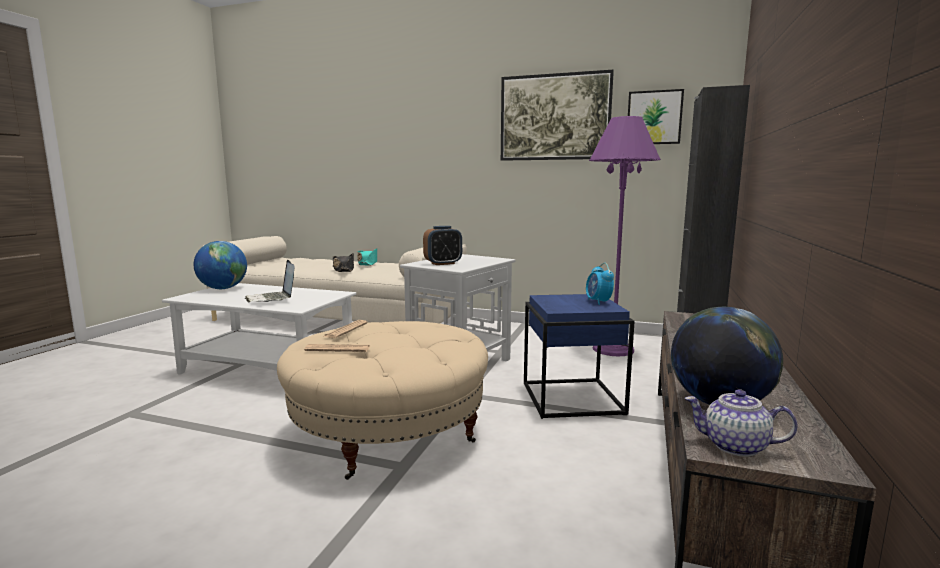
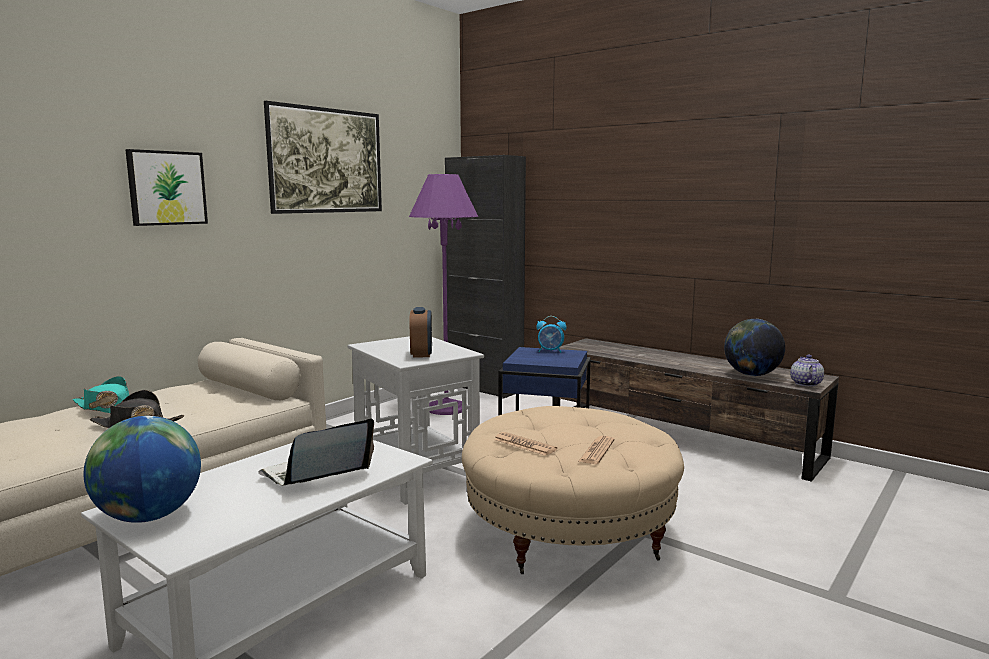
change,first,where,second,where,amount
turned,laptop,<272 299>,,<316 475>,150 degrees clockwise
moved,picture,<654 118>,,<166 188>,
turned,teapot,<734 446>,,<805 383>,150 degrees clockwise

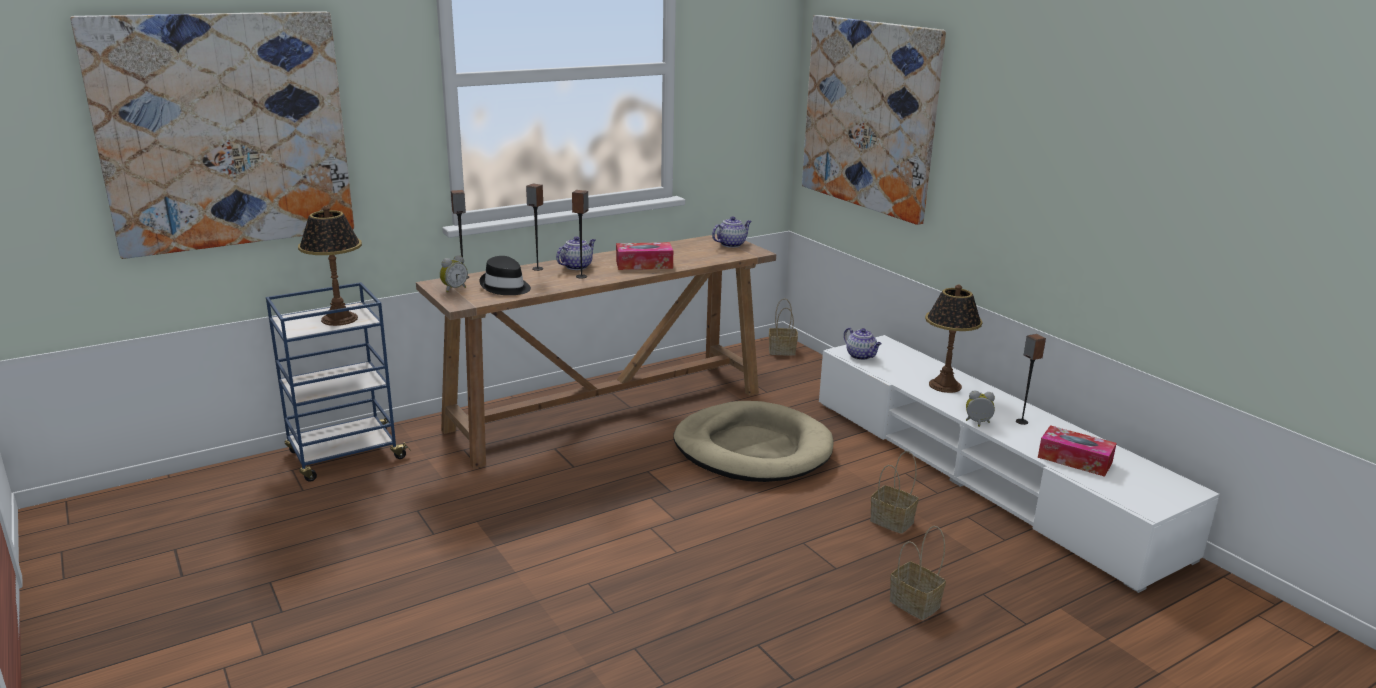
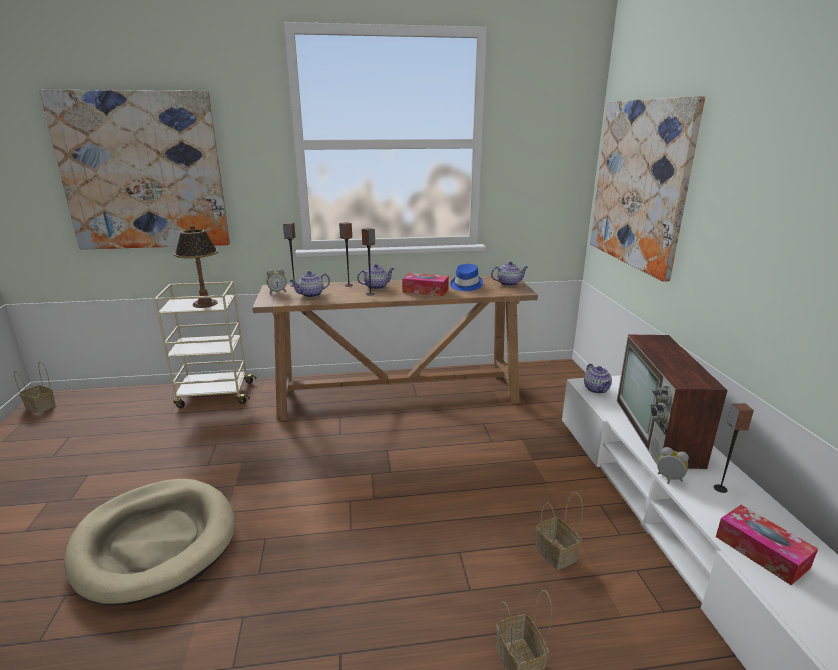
change,first,where,second,where,amount
recoloured,cart (blue),<344 456>,cart (beige),<214 395>,
replaced,hat (black),<505 287>,teapot,<311 295>,
moved,dog bed (beige),<752 449>,,<155 542>,
moved,basket,<783 351>,,<41 407>,
replaced,table lamp,<945 386>,television,<658 432>,
added,,,hat (blue),<465 285>,

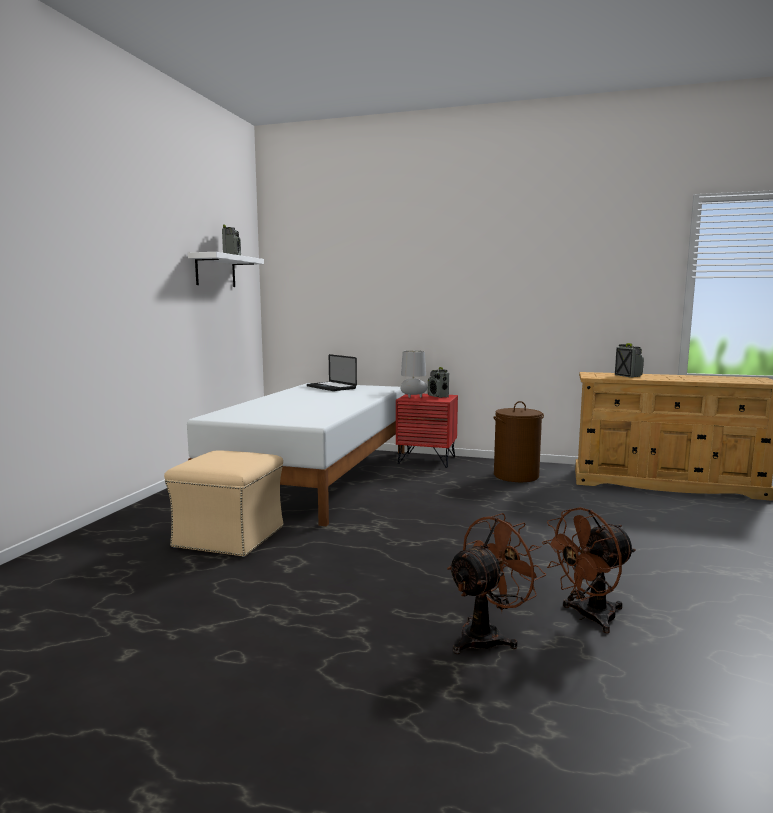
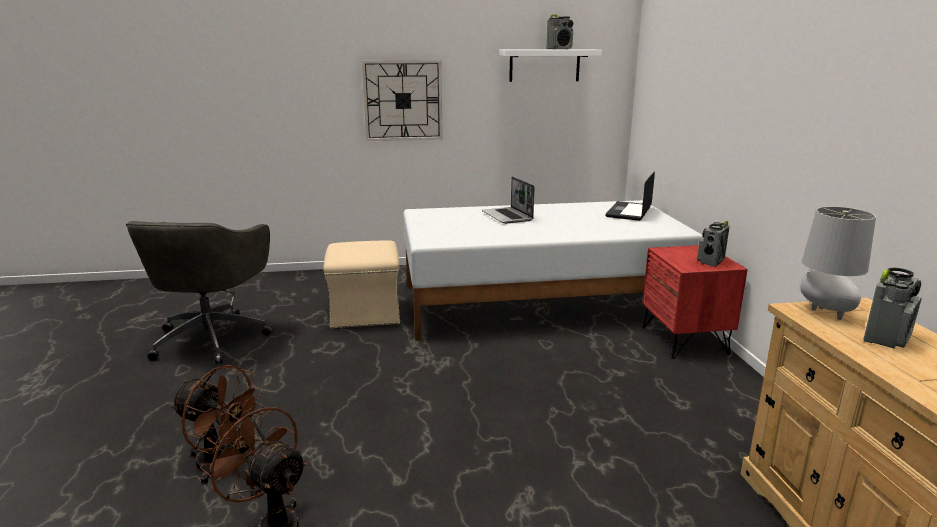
change,first,where,second,where,amount
moved,table lamp (grey),<413 397>,,<823 312>,
removed,laundry basket (brown),<516 476>,,,
added,,,office chair (grey),<212 337>,
added,,,wall clock,<403 100>,
added,,,laptop,<508 216>,

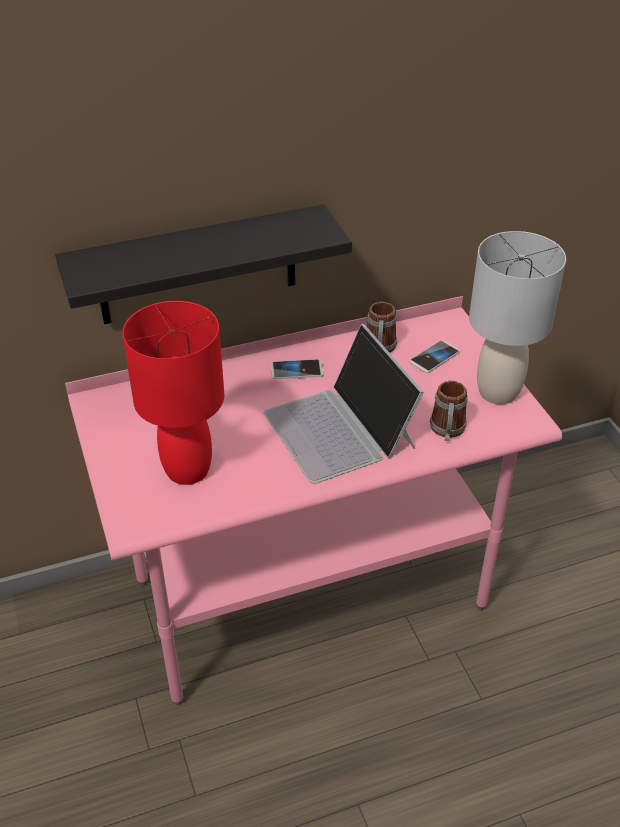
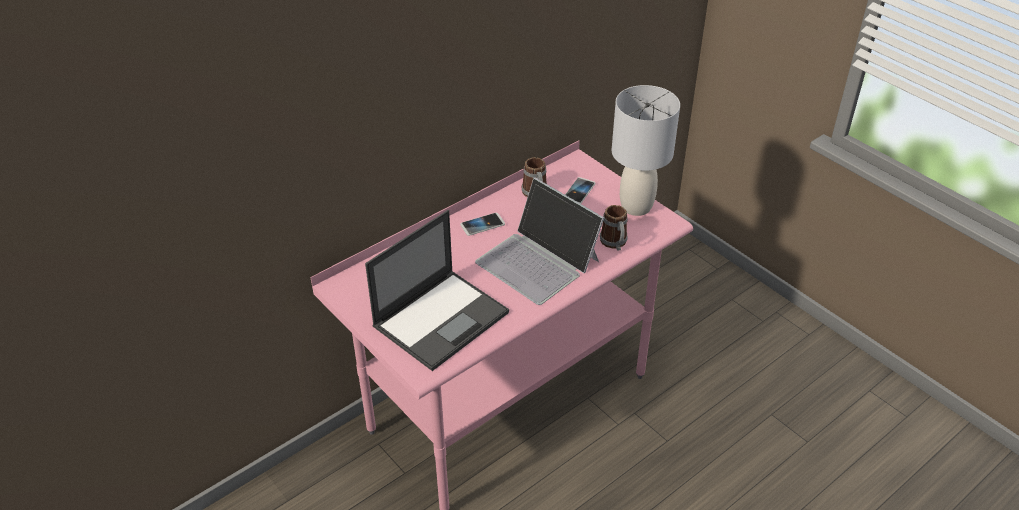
change,first,where,second,where,amount
removed,shelf (black),<198 266>,,,
replaced,table lamp (red),<188 469>,laptop,<442 318>,

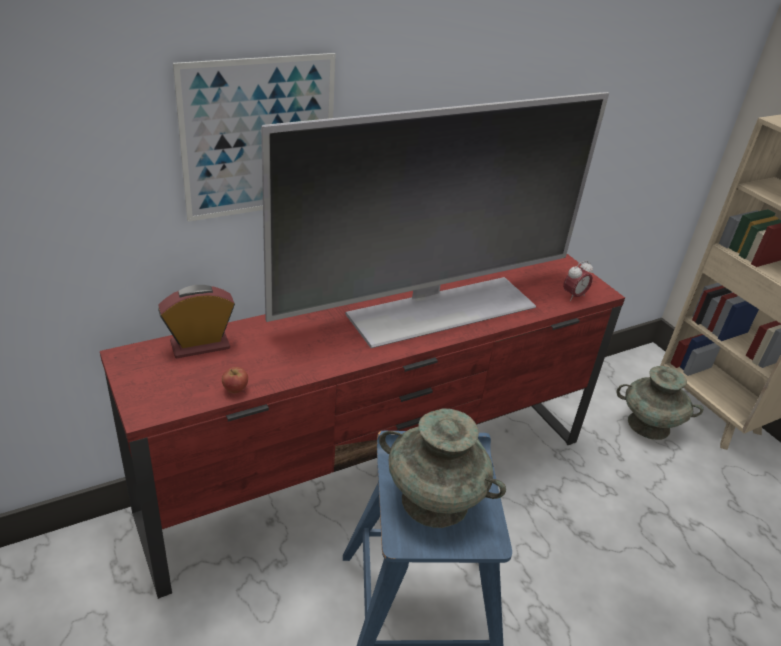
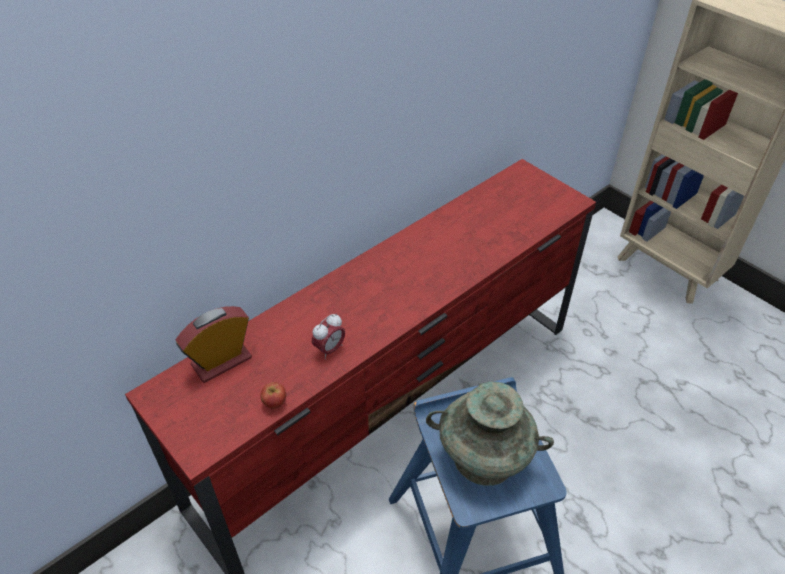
change,first,where,second,where,amount
removed,picture,<259 138>,,,
removed,television,<440 309>,,,
moved,alarm clock,<574 296>,,<329 349>,
removed,vase (turquoise),<649 425>,,,

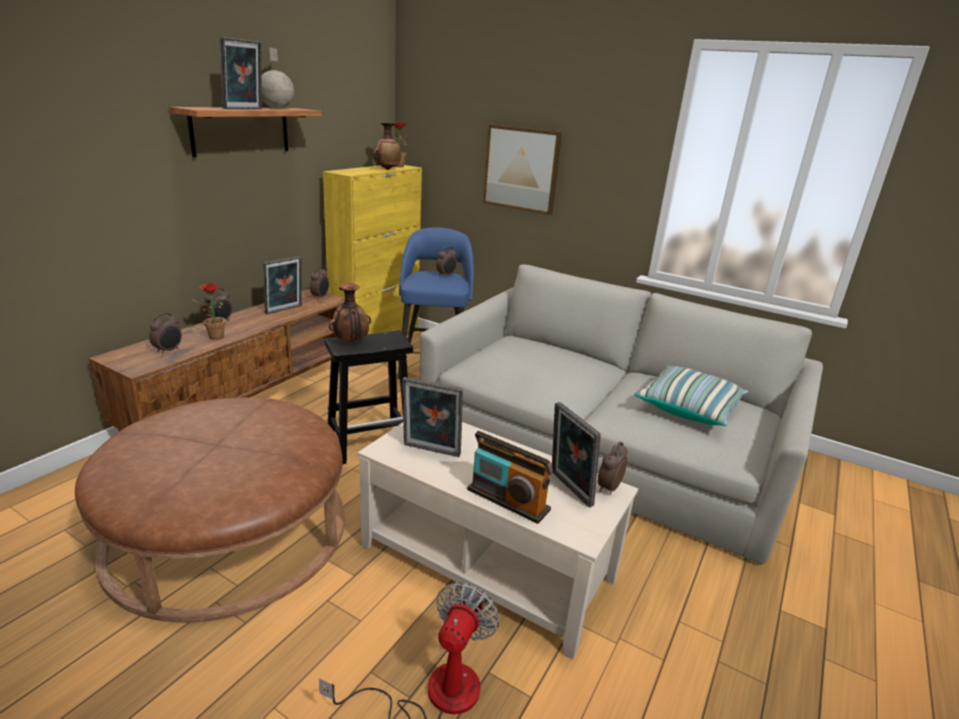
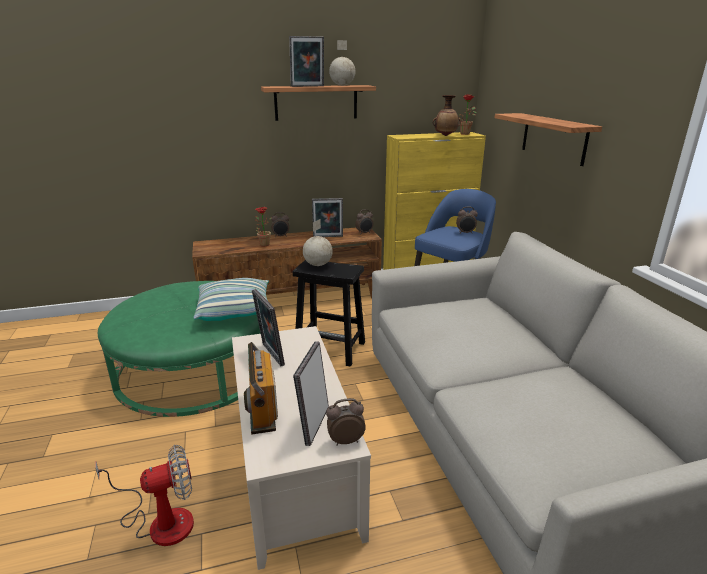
change,first,where,second,where,amount
recoloured,ottoman (brown),<228 529>,ottoman (green),<195 366>,
removed,alarm clock,<168 350>,,,
replaced,vase,<351 342>,globe,<317 265>,
replaced,picture,<521 169>,shelf,<553 138>,
moved,pillow,<688 407>,,<235 310>,

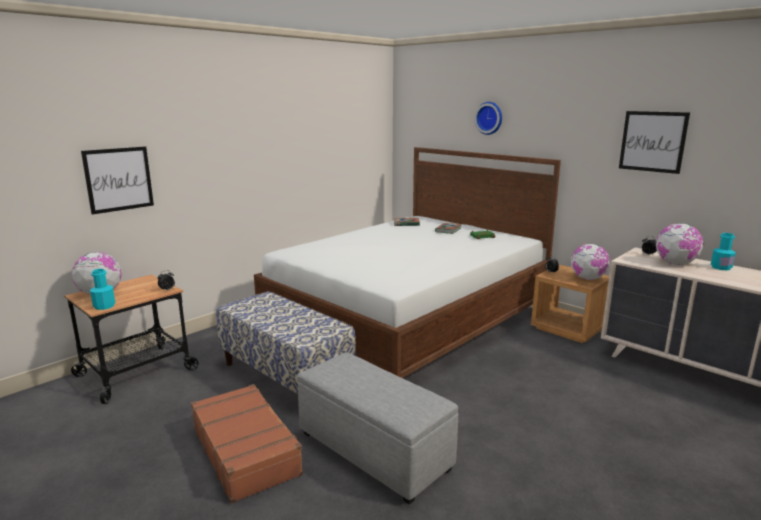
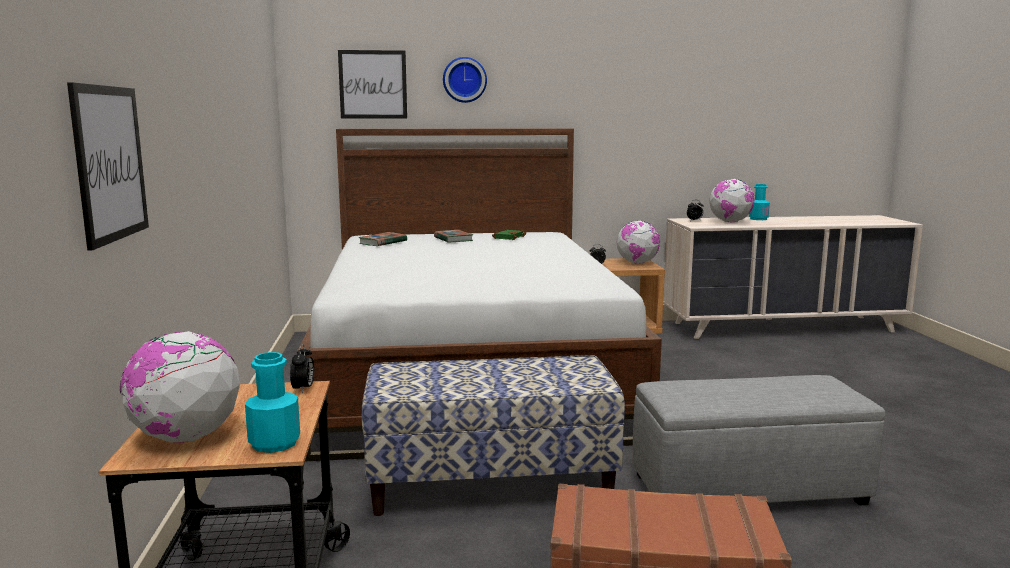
change,first,where,second,where,amount
moved,picture,<652 141>,,<373 84>,

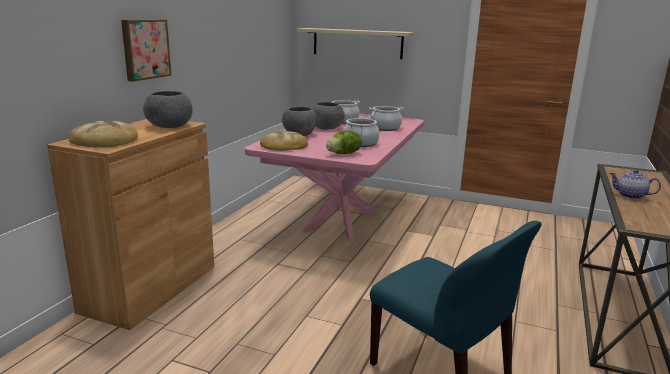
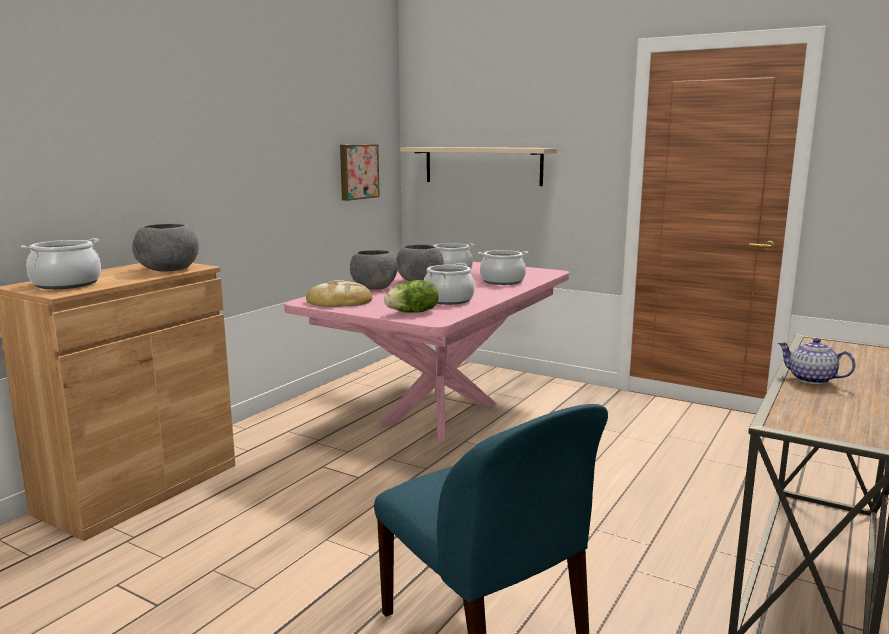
change,first,where,second,where,amount
replaced,bread,<105 140>,cooking pot,<66 284>,
moved,picture,<145 49>,,<357 171>,

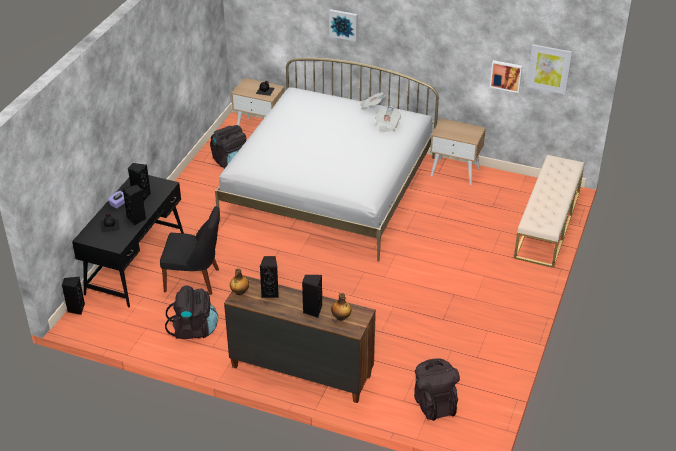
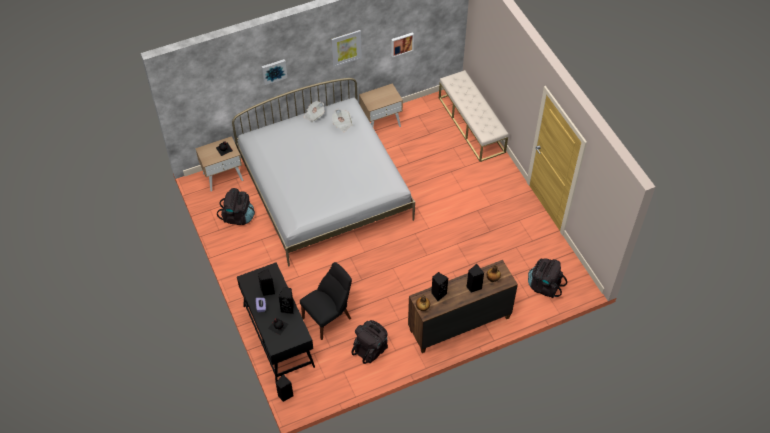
change,first,where,second,where,amount
moved,picture,<549 69>,,<346 48>,

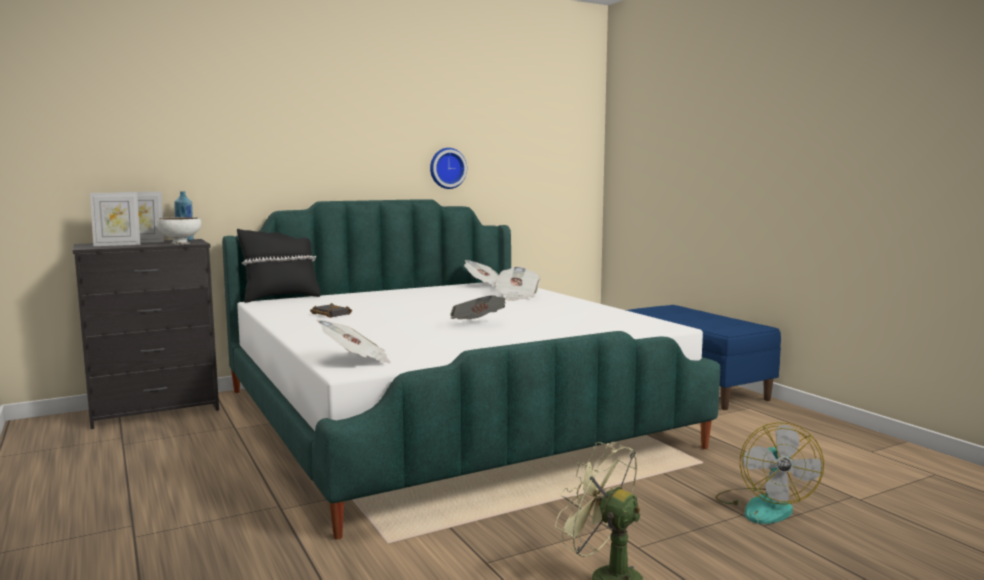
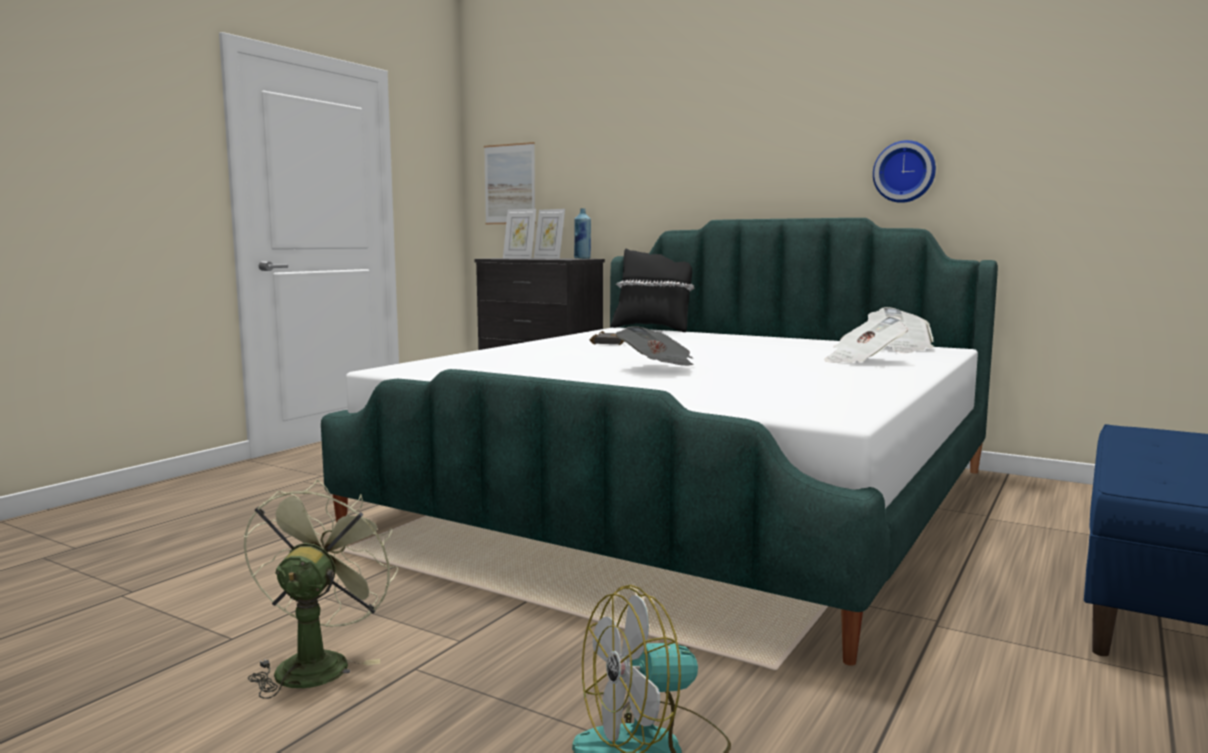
change,first,where,second,where,amount
removed,bowl (white),<180 243>,,,
removed,newspaper,<356 361>,,,
added,,,picture,<509 184>,

